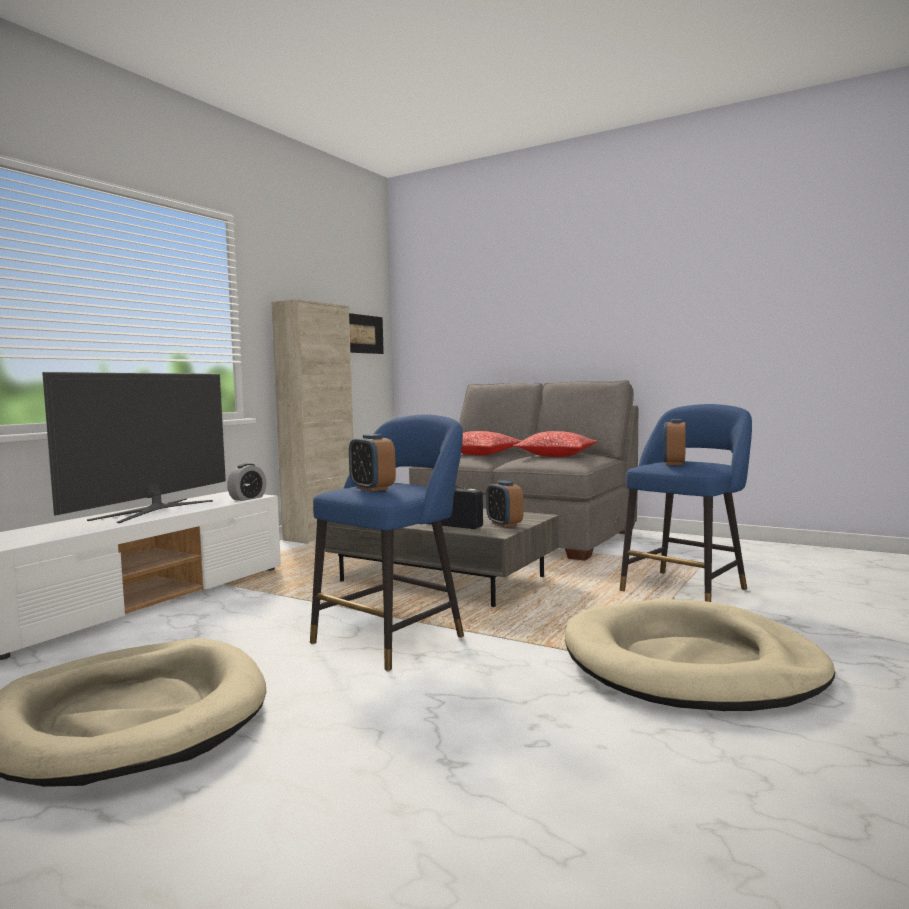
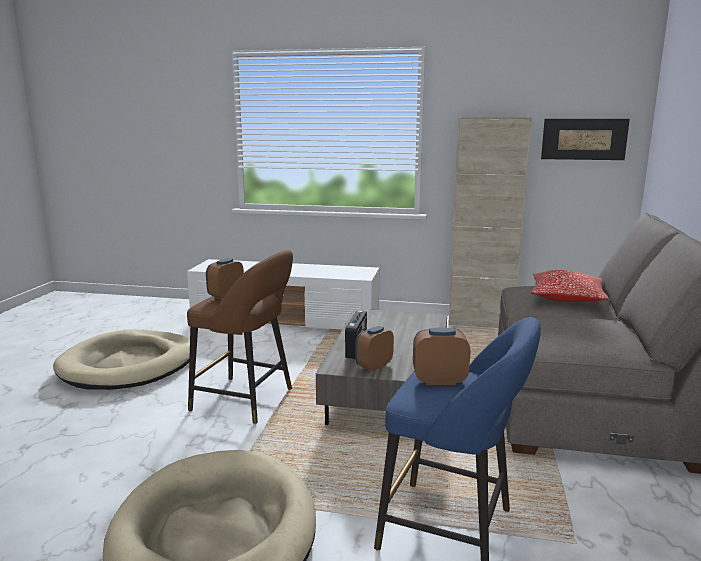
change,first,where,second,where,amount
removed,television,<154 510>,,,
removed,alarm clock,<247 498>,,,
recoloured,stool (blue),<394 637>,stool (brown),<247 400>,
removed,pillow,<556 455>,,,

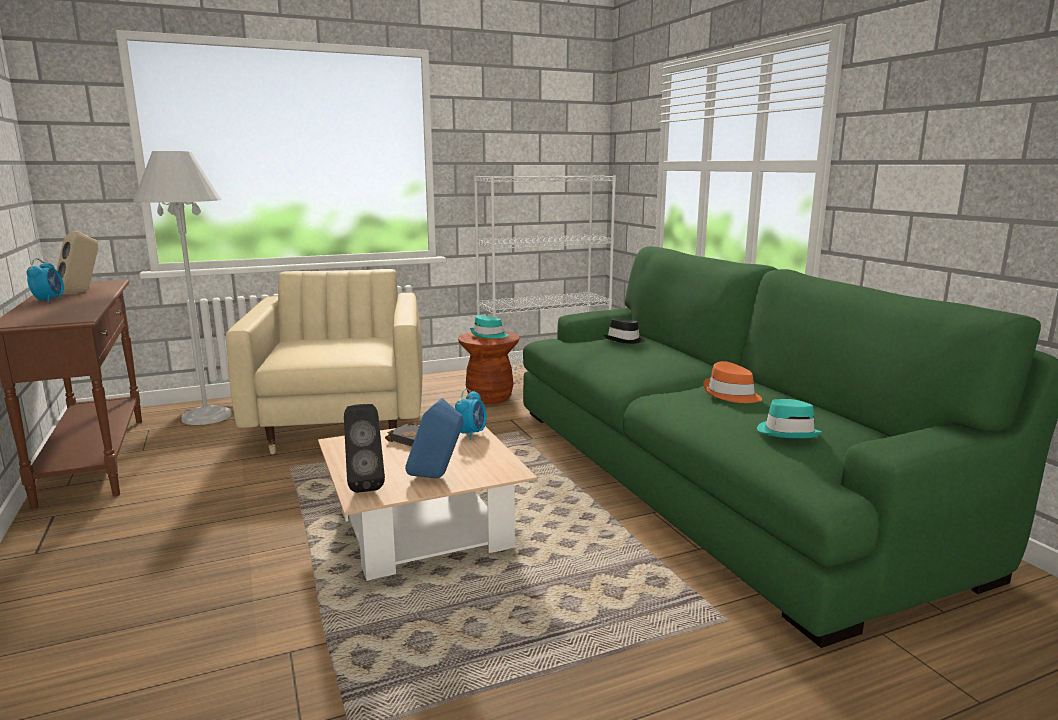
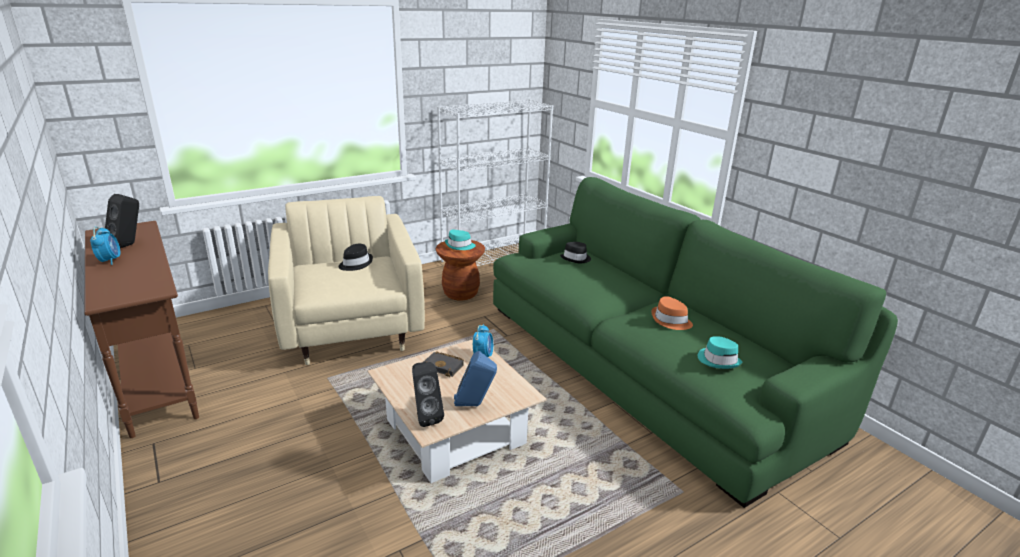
change,first,where,second,where,amount
recoloured,speaker (beige),<82 292>,speaker (black),<129 245>,
removed,floor lamp (white),<206 416>,,,
added,,,hat (black),<355 263>,

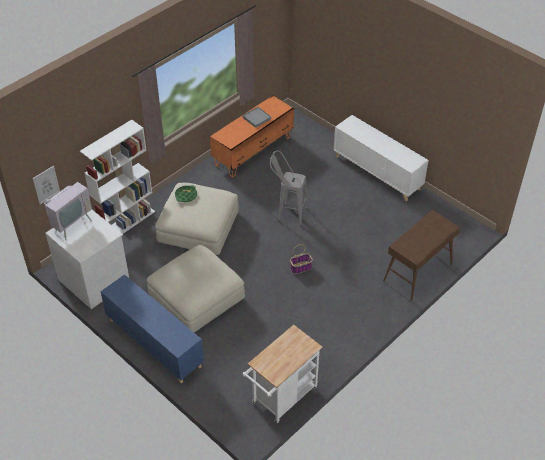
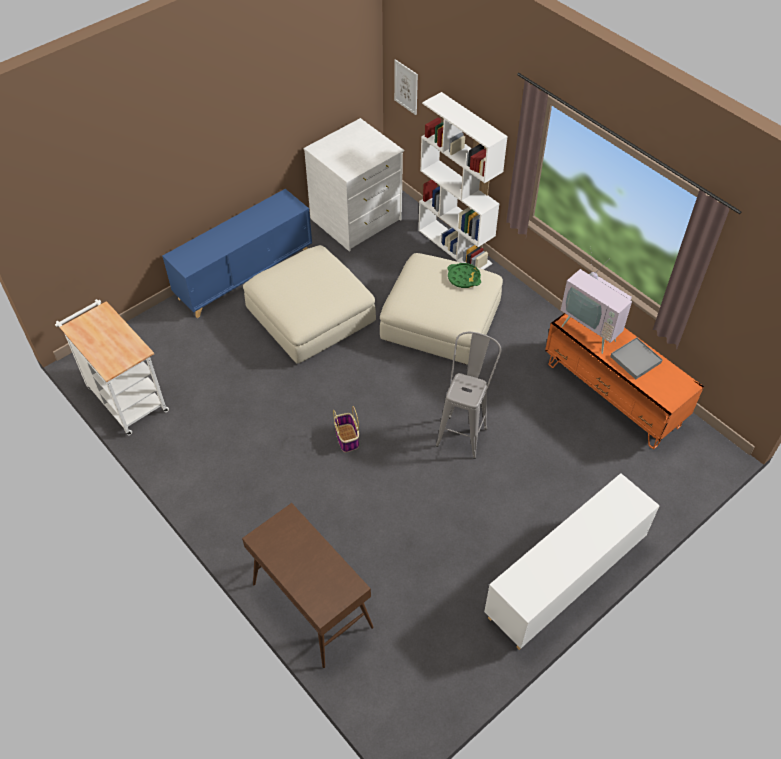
change,first,where,second,where,amount
moved,television,<71 225>,,<591 331>,

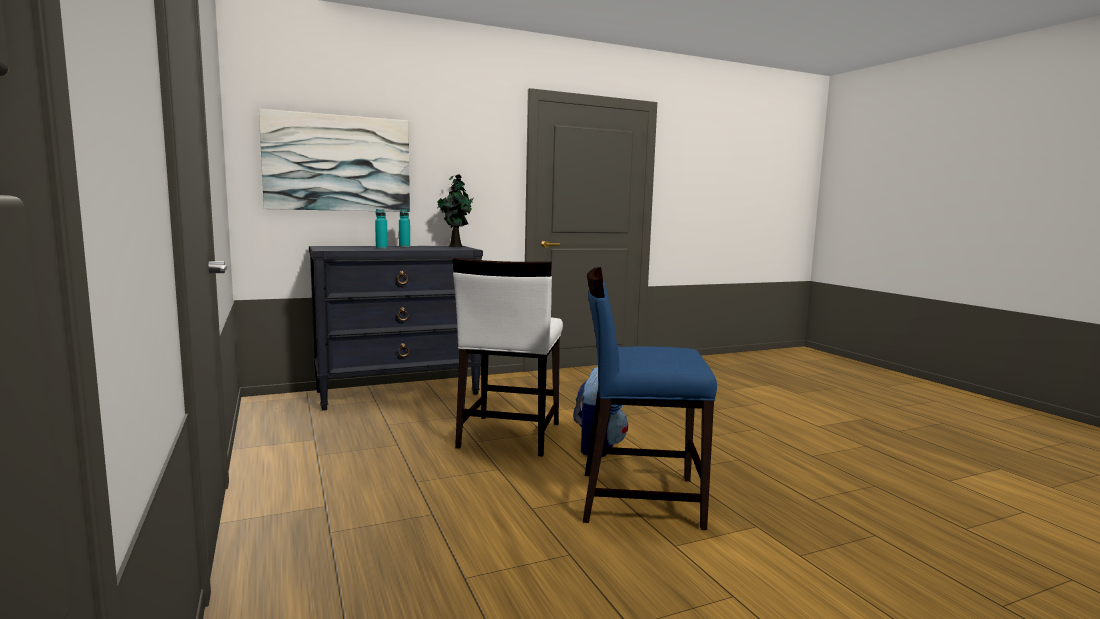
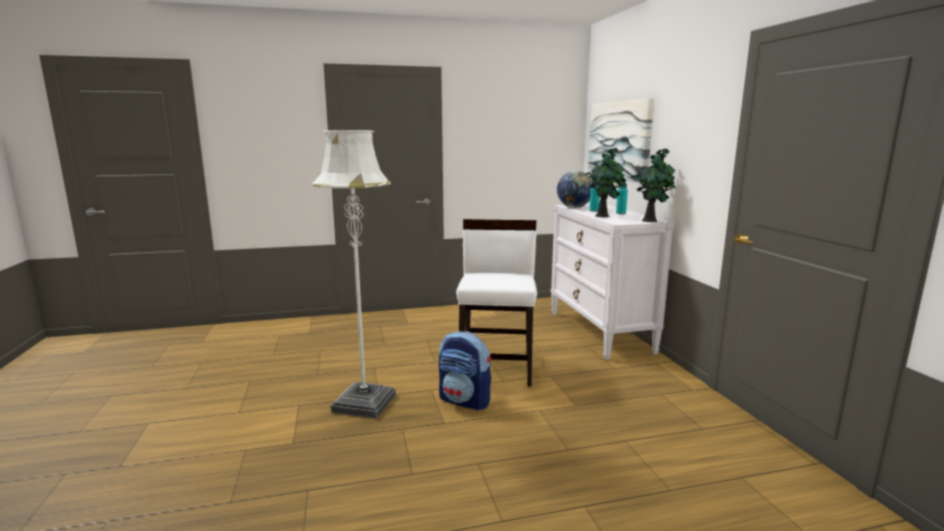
change,first,where,second,where,amount
recoloured,dresser (black),<399 392>,dresser (white),<600 332>,
turned,chair (white),<508 435>,,<497 367>,75 degrees clockwise
replaced,chair (blue),<638 498>,floor lamp (white),<364 403>,
added,,,globe,<574 207>,
added,,,potted plant,<603 216>,

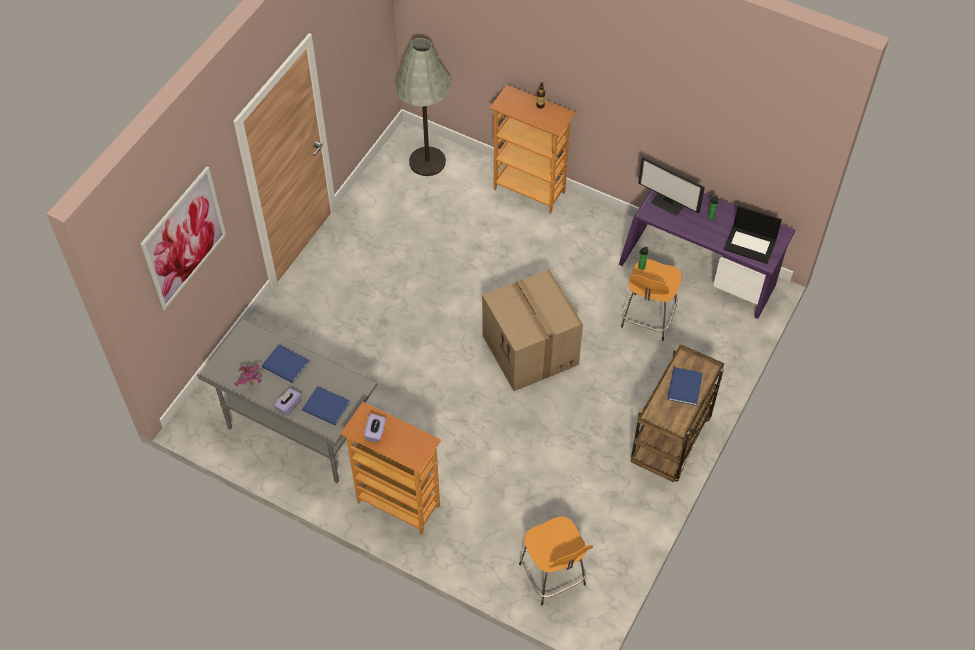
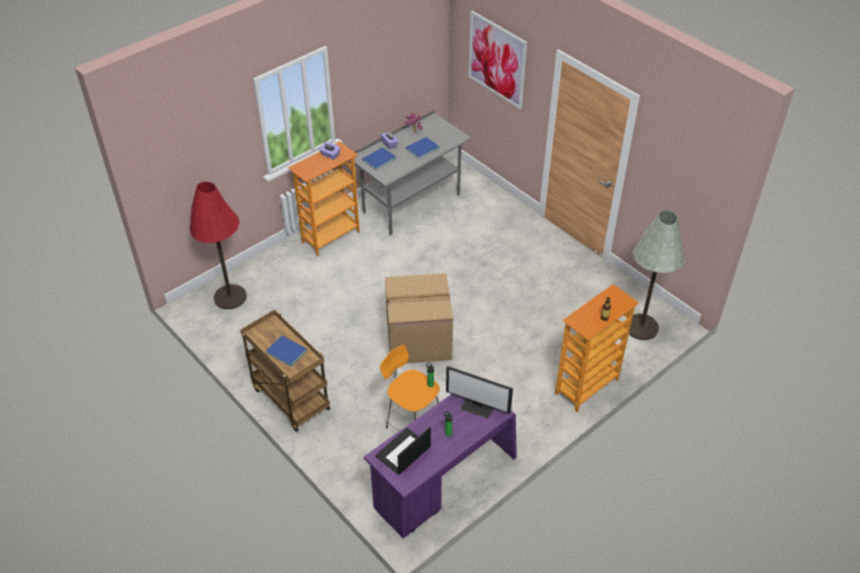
change,first,where,second,where,amount
replaced,stool (orange),<553 576>,floor lamp (red),<230 297>,
turned,monitor,<668 203>,,<478 407>,120 degrees counterclockwise

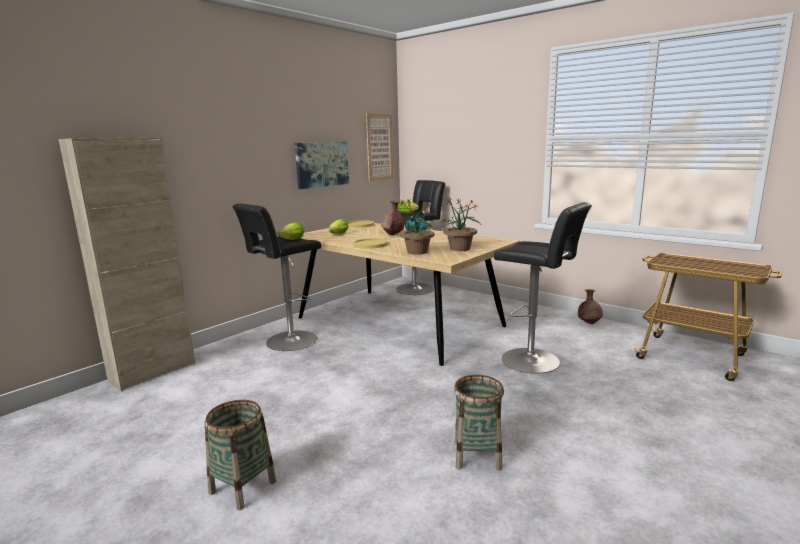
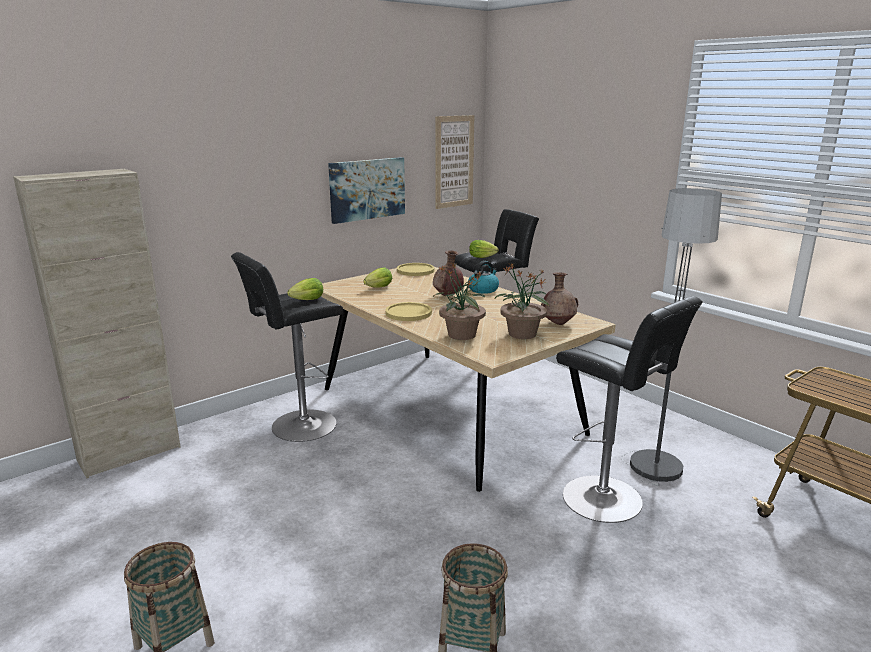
change,first,where,second,where,amount
moved,vase (brown),<589 323>,,<558 323>,
added,,,floor lamp,<657 448>,

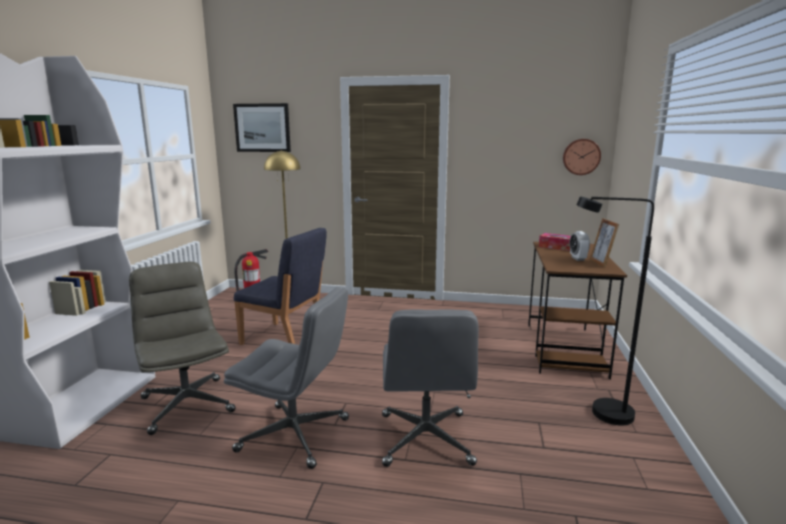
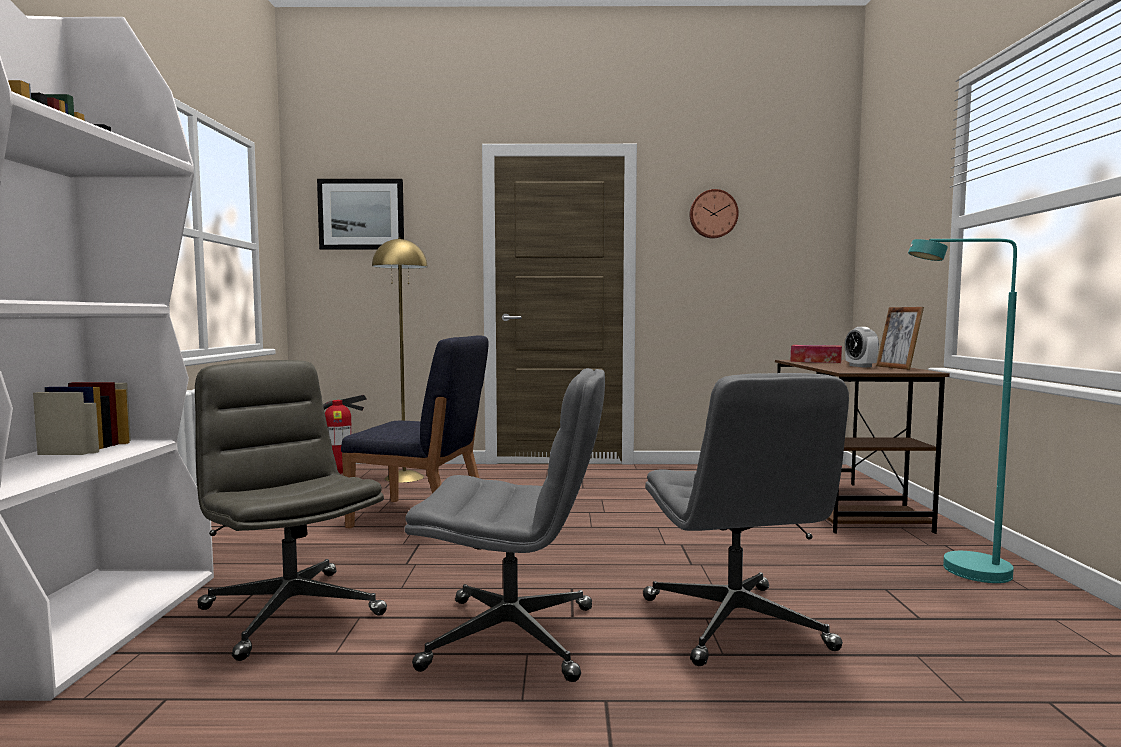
change,first,where,second,where,amount
moved,wall clock,<581 156>,,<713 214>,
recoloured,floor lamp (black),<600 413>,floor lamp (turquoise),<960 571>,

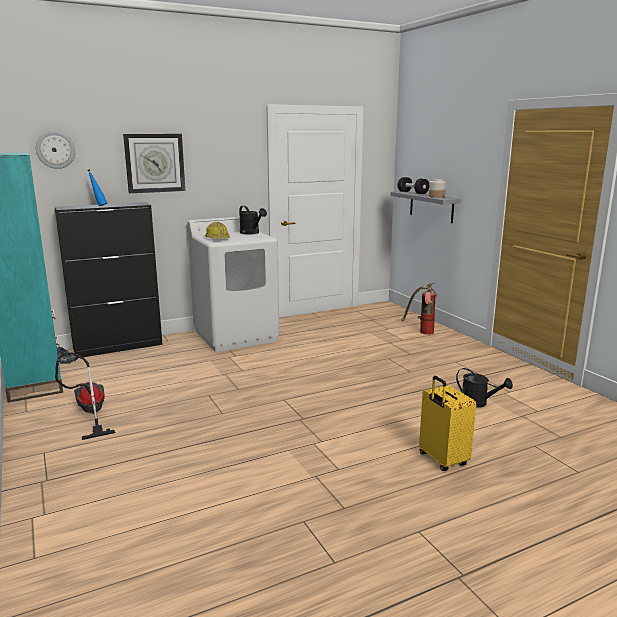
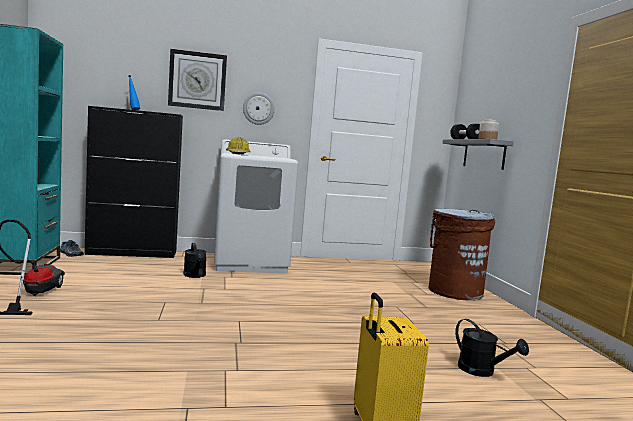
change,first,where,second,where,amount
moved,wall clock,<55 150>,,<258 108>,
moved,watering can (black),<251 233>,,<195 276>,
replaced,fire extinguisher,<422 333>,trash can (brown),<454 292>,

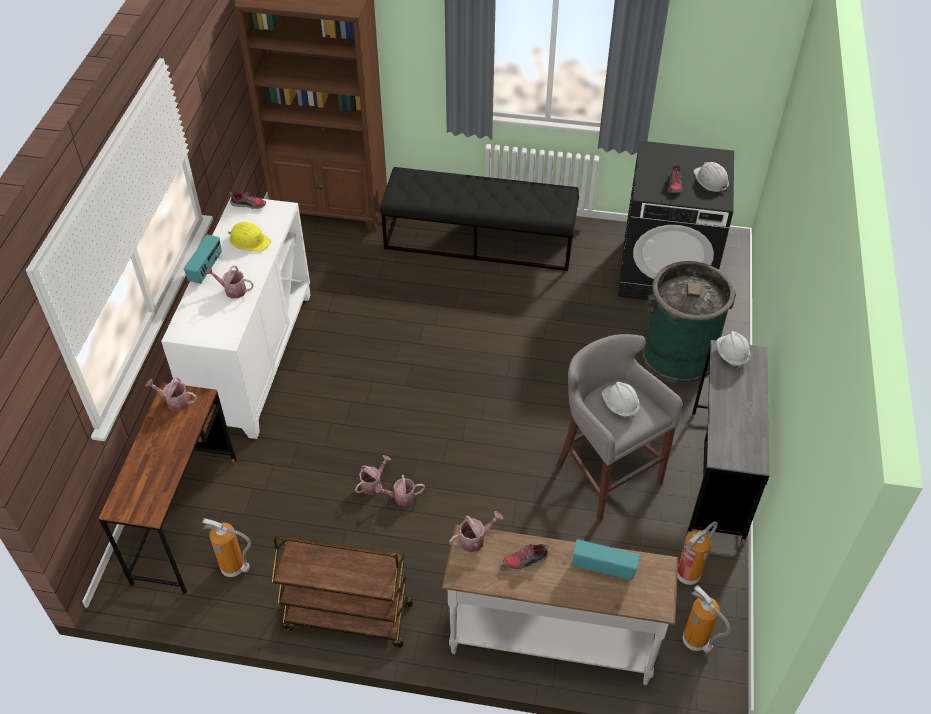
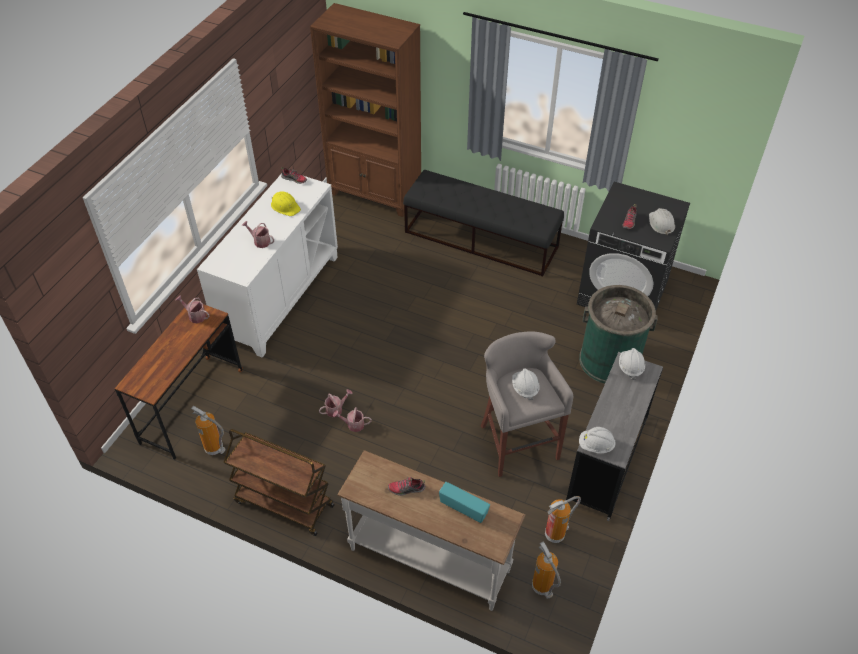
change,first,where,second,where,amount
removed,radio,<206 269>,,,
removed,watering can,<475 539>,,,
added,,,hard hat (white),<596 445>,

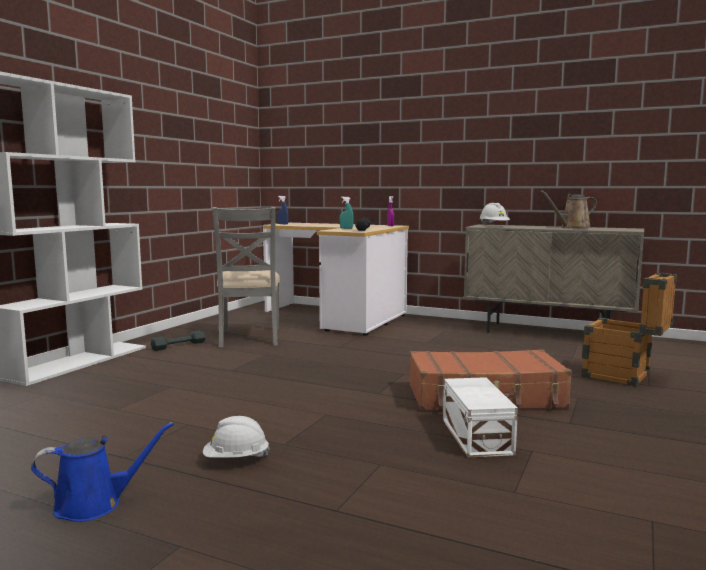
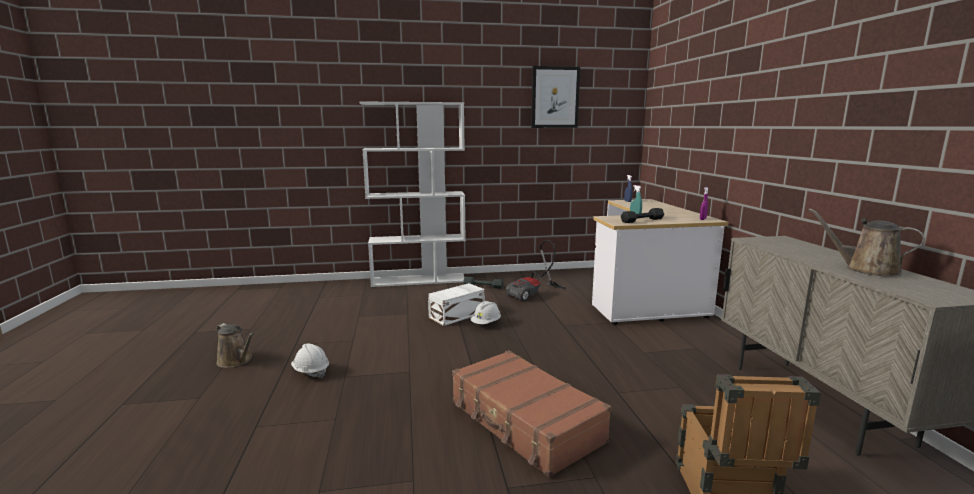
change,first,where,second,where,amount
recoloured,watering can (blue),<95 504>,watering can (brown),<236 361>,
replaced,chair (grey),<249 337>,vacuum cleaner,<533 295>,
moved,storage box (white),<477 435>,,<458 315>,
moved,hard hat (white),<494 226>,,<486 323>,
added,,,picture,<555 97>,

